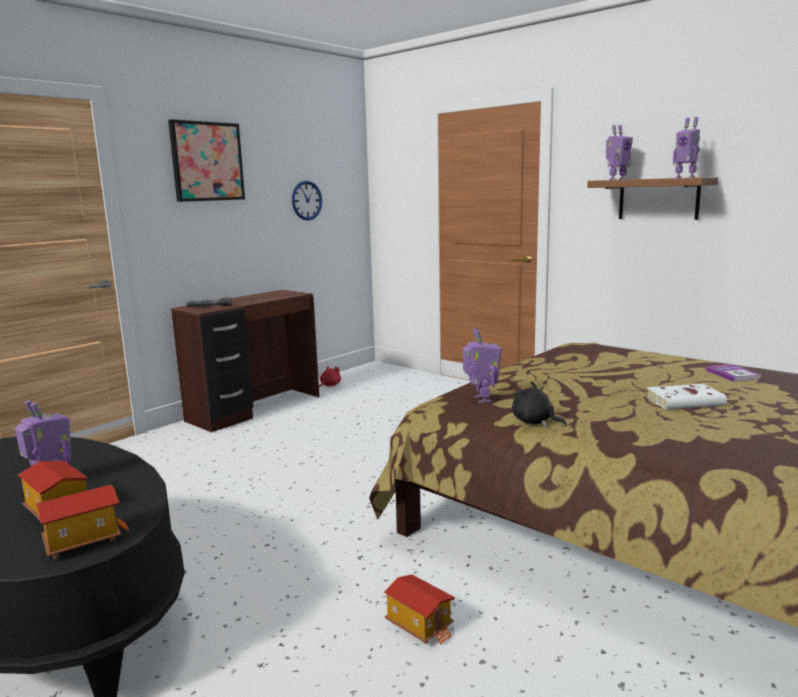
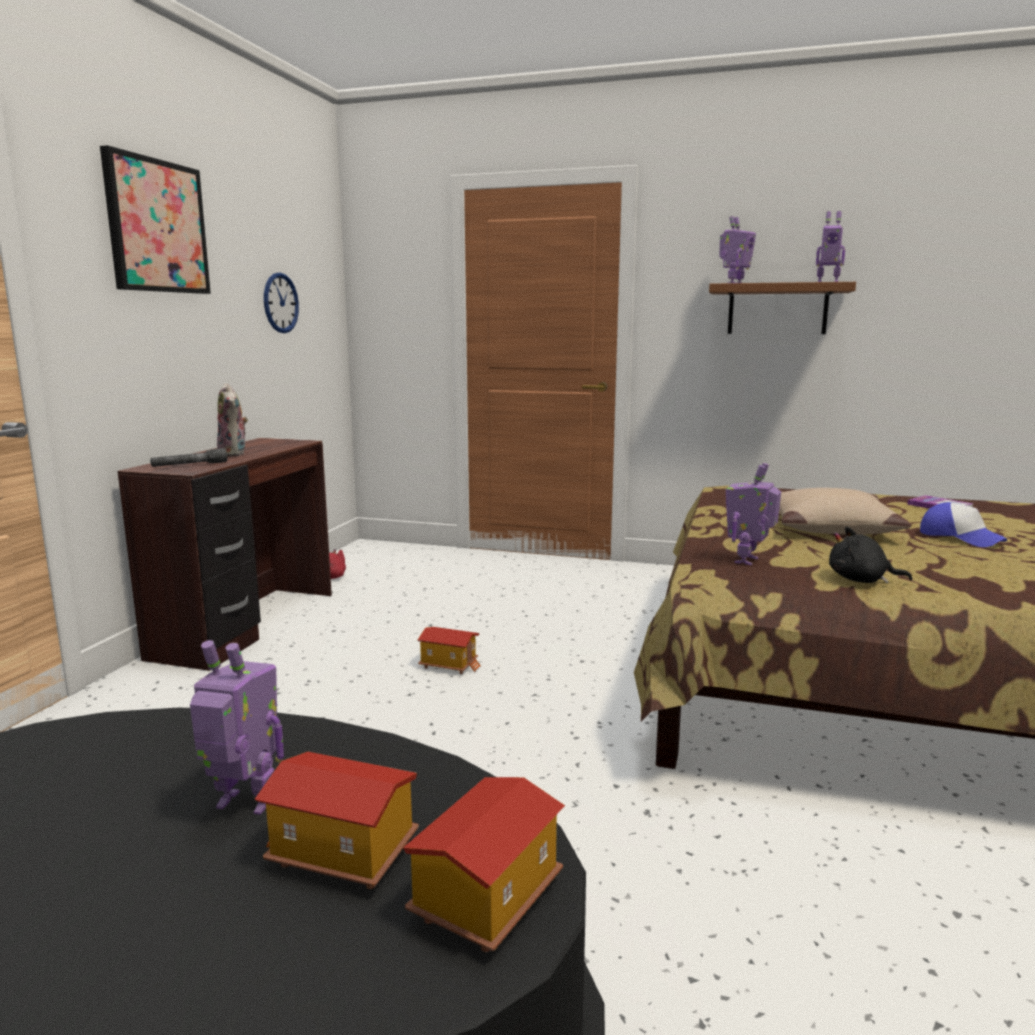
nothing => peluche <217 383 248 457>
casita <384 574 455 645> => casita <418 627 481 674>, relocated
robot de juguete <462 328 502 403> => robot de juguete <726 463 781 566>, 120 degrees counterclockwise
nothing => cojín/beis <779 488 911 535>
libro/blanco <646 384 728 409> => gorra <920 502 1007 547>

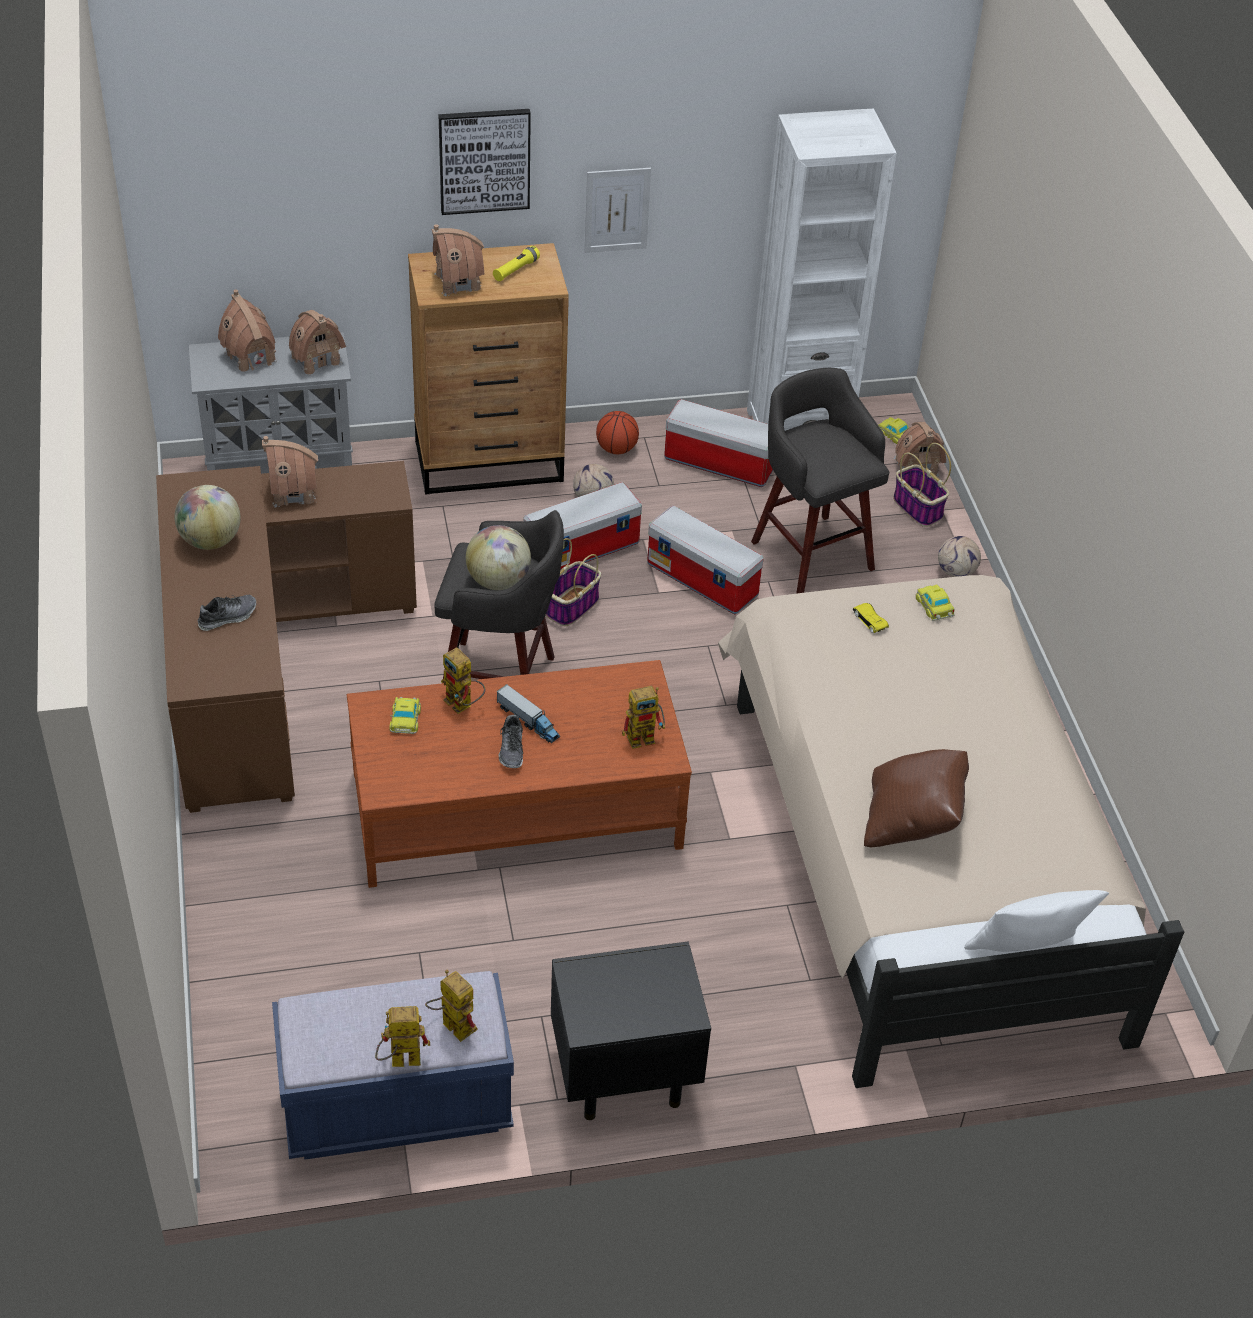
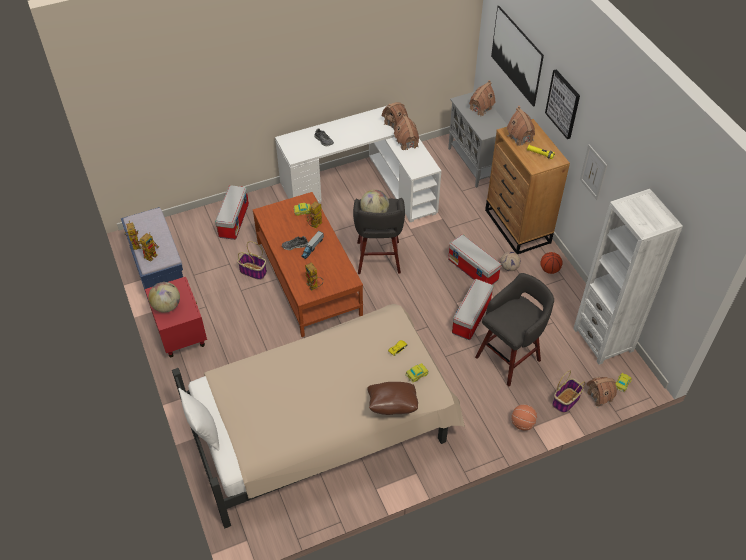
mesita de noche/negro <551 942 711 1120> => mesita de noche/rojo <145 277 207 357>
globo terráqueo <174 485 241 550> => globo terráqueo <148 282 180 313>, relocated
caja de almacenaje <664 399 773 487> => caja de almacenaje <215 185 249 240>, relocated
cesta <546 538 601 626> => cesta <237 241 267 280>, relocated
escritorio/marrón <156 461 417 813> => escritorio/blanco <275 106 441 222>
cojín/marrón <864 749 969 847> => cojín/marrón <367 382 418 415>, relocated
casita <289 310 346 376> => casita <382 102 408 131>, relocated
nothing => cuadro <491 6 544 107>
balón de fútbol <938 536 981 577> => balón de baloncesto <511 404 537 430>

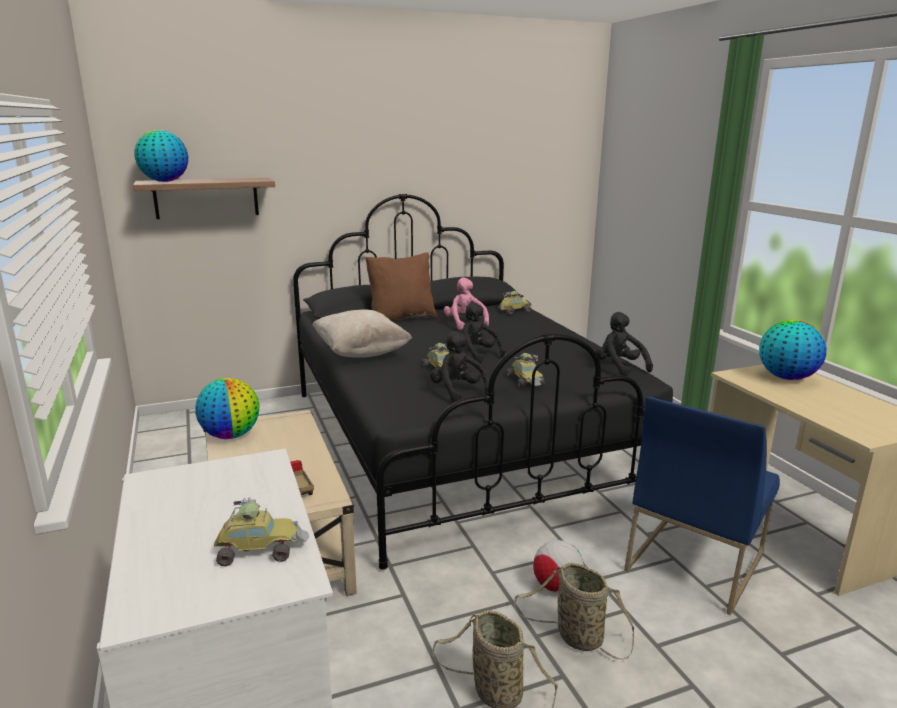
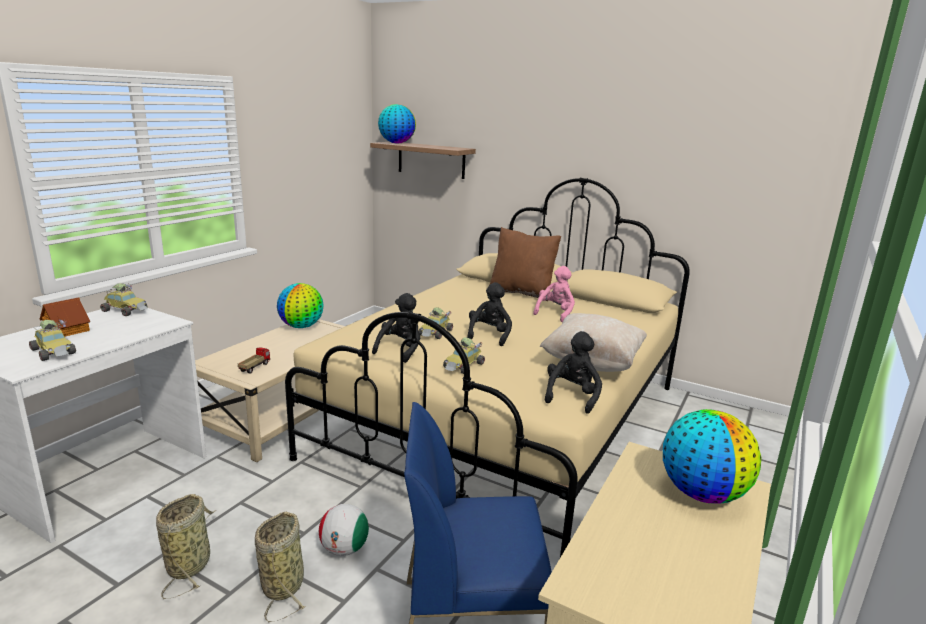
nothing => casita <40 297 90 337>
coche de juguete <498 291 532 315> => coche de juguete <100 283 148 316>, relocated
cama/negro <293 194 673 570> => cama/beis <285 177 690 557>
cojín/beis <312 309 412 358> => cojín/beis <539 313 647 372>, relocated

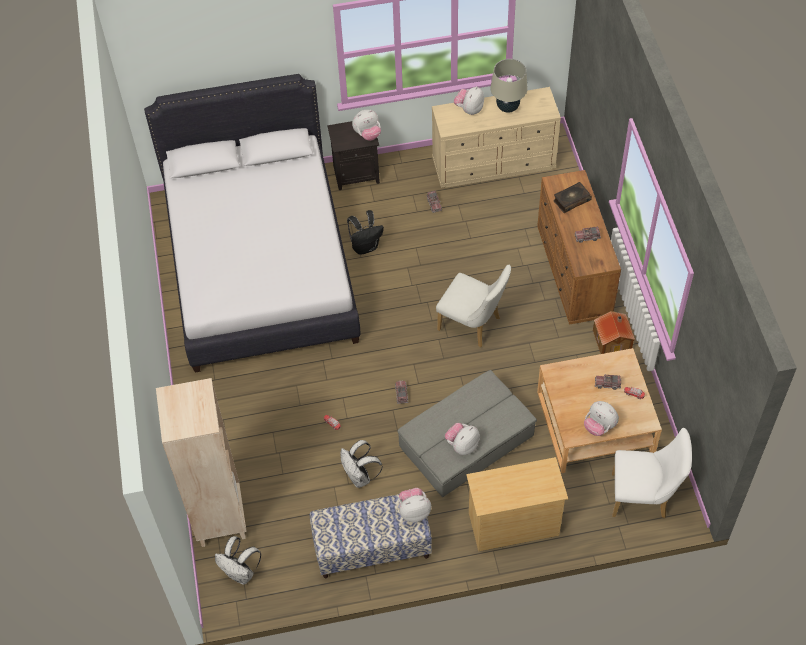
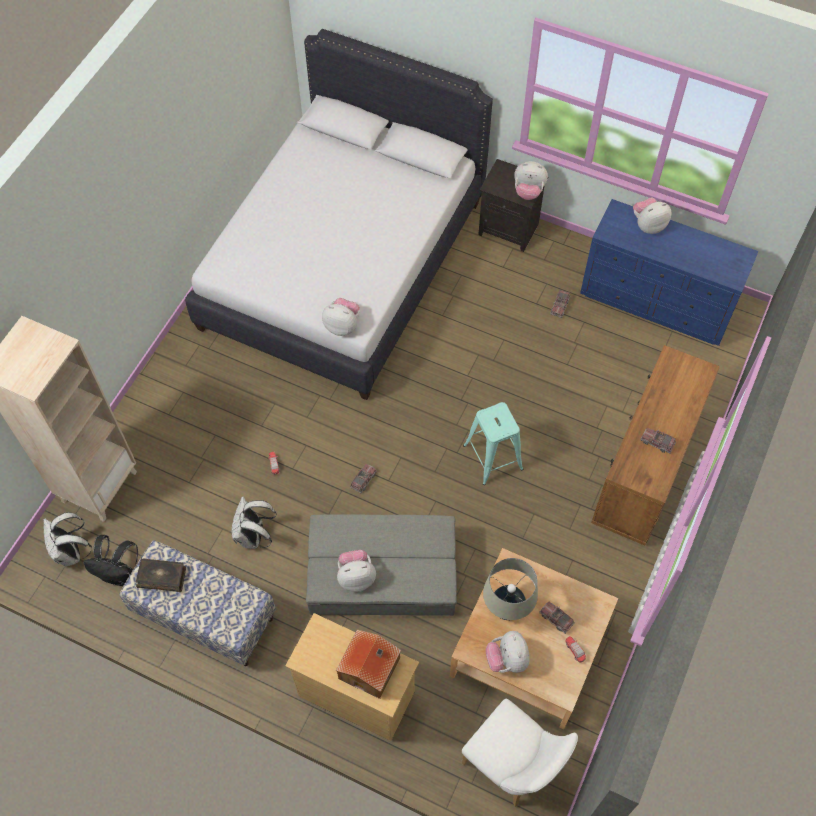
mochila/negro <347 210 384 255> => mochila/negro <83 535 138 586>, relocated
libro <553 182 592 213> => libro <136 559 186 592>, relocated
peluche <399 488 431 523> => peluche <322 298 360 336>, relocated
casita <593 311 635 354> => casita <336 630 401 699>, relocated
silla/blanco <436 265 511 348> => taburete/turquesa <463 402 523 485>
lámpara de mesa/beis <490 59 528 113> => lámpara de mesa/beis <483 558 538 620>, relocated
cómoda/beis <432 87 561 188> => cómoda/azul <580 199 759 346>

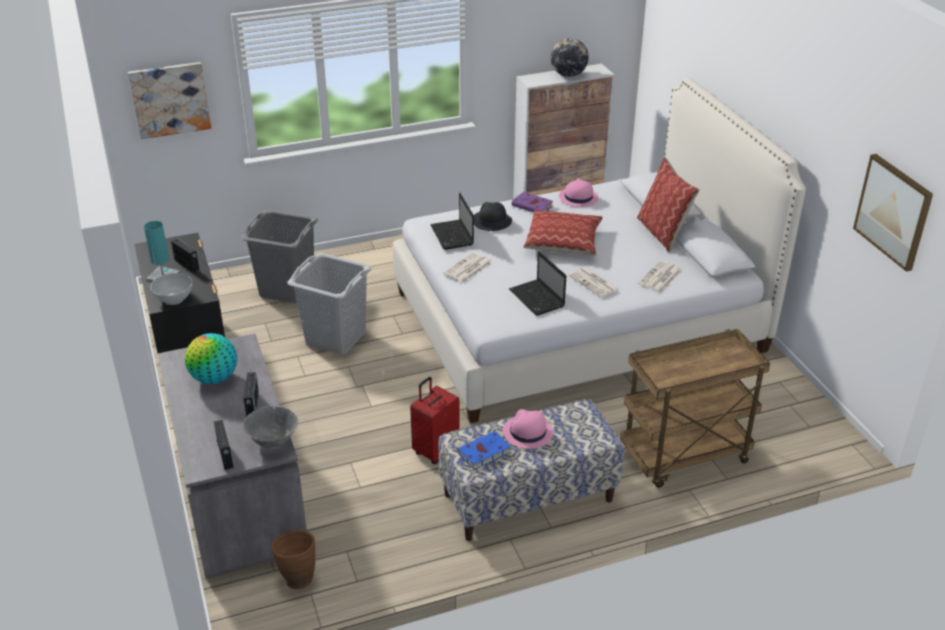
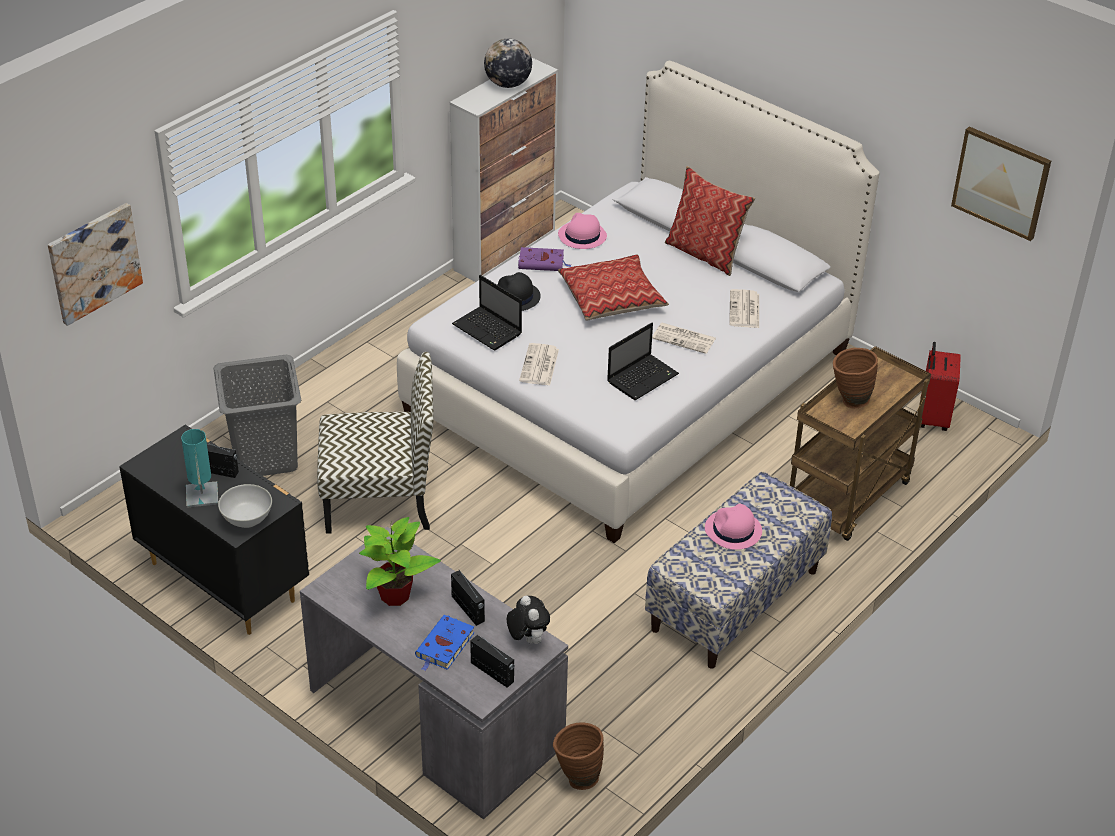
cesto de la ropa/gris <287 253 372 355> => silla <317 352 434 534>
globo terráqueo <185 333 237 384> => planta en maceta <359 517 441 606>
libro/azul <455 431 511 470> => libro/azul <415 615 475 671>, relocated
cuenco/gris <243 406 298 448> => peluche <507 596 550 644>
portátil <509 251 566 316> => portátil <607 323 679 400>, 75 degrees counterclockwise
nothing => florero/marrón <833 348 878 408>
maleta/rojo <410 377 460 464> => maleta/rojo <921 342 961 431>, relocated

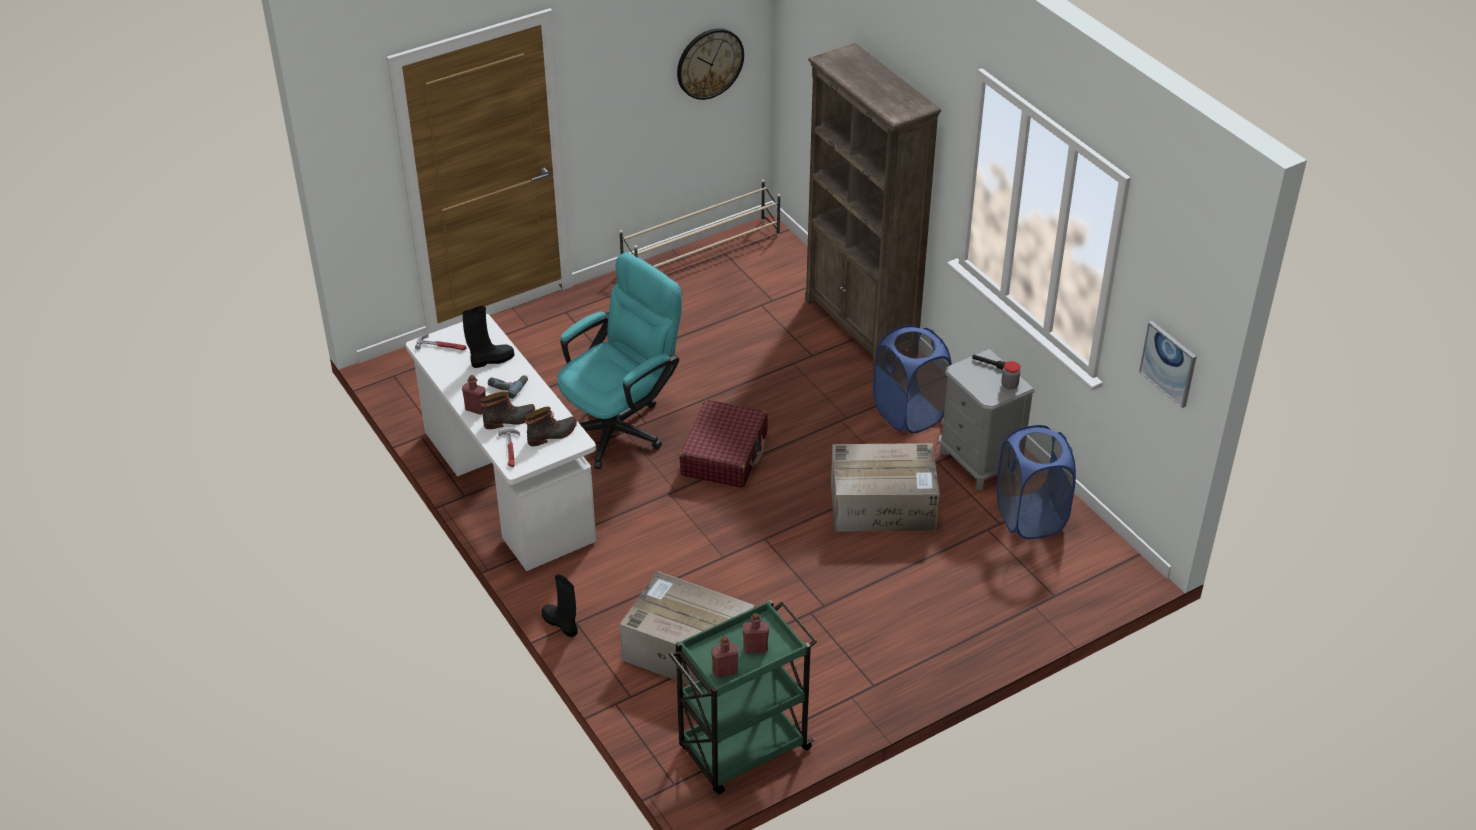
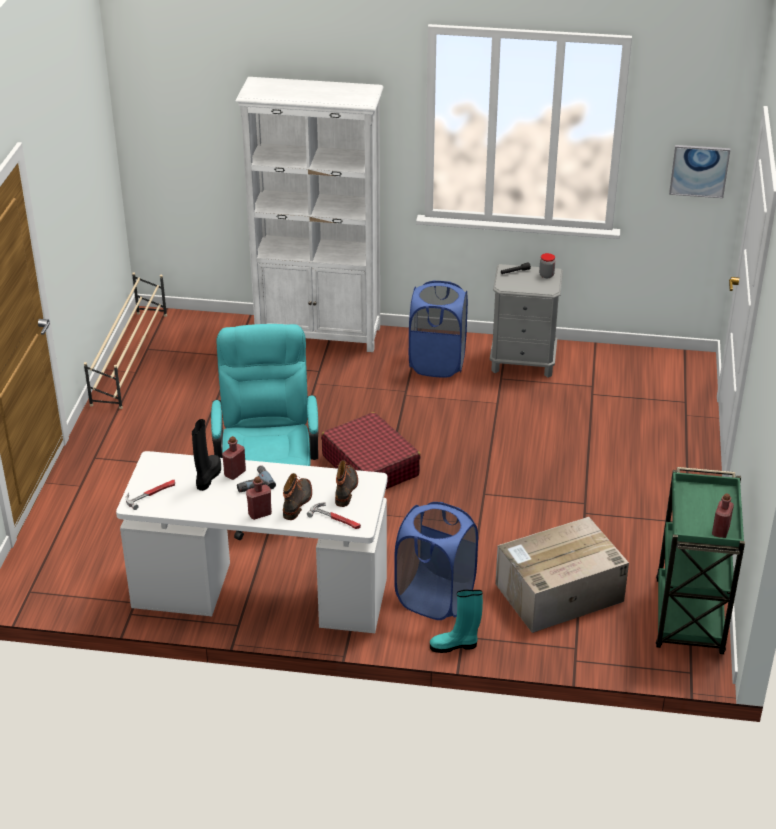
botella/rojo <742 613 769 654> => botella/rojo <222 436 246 480>, relocated
estantería/marrón <805 43 941 366> => estantería/blanco <235 77 384 352>
cesto de la ropa/azul <997 425 1076 539> => cesto de la ropa/azul <394 502 478 620>, relocated
bota/negro <541 575 577 637> => bota/turquesa <430 590 483 653>
reloj de pared <677 28 744 100> => nothing
caja de cartón <831 443 940 532> => nothing

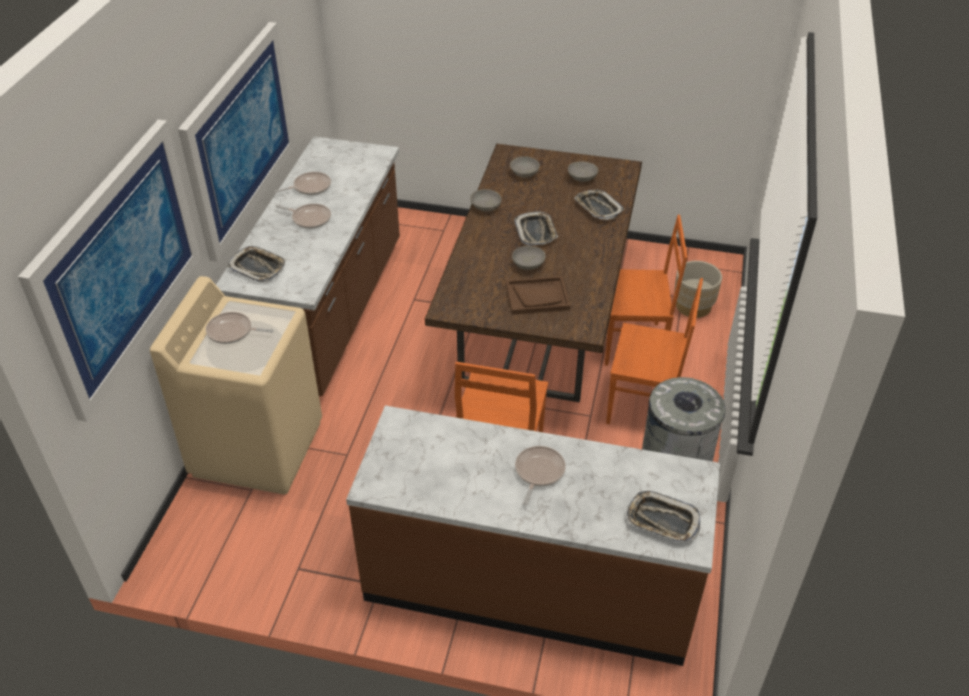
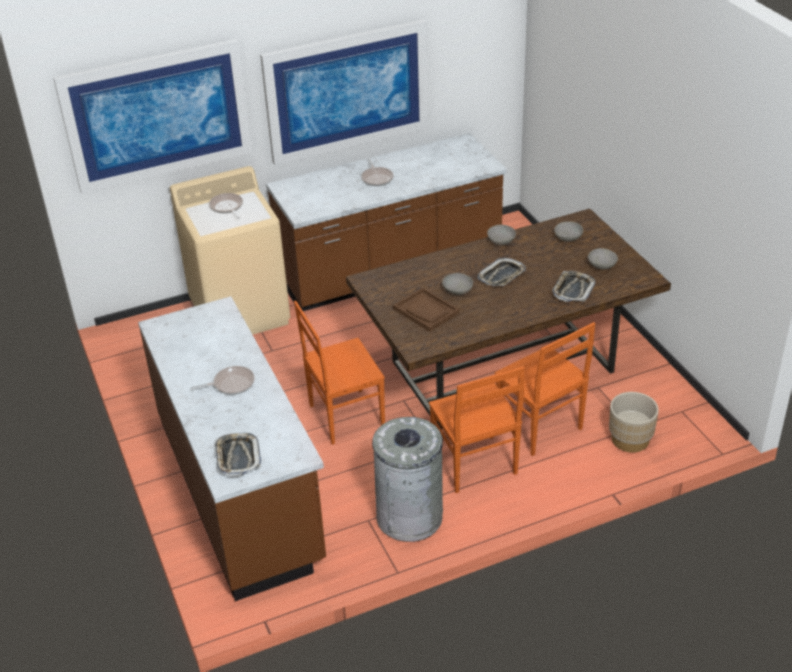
bandeja <228 246 286 282> => nothing
sartén <275 172 331 195> => nothing

